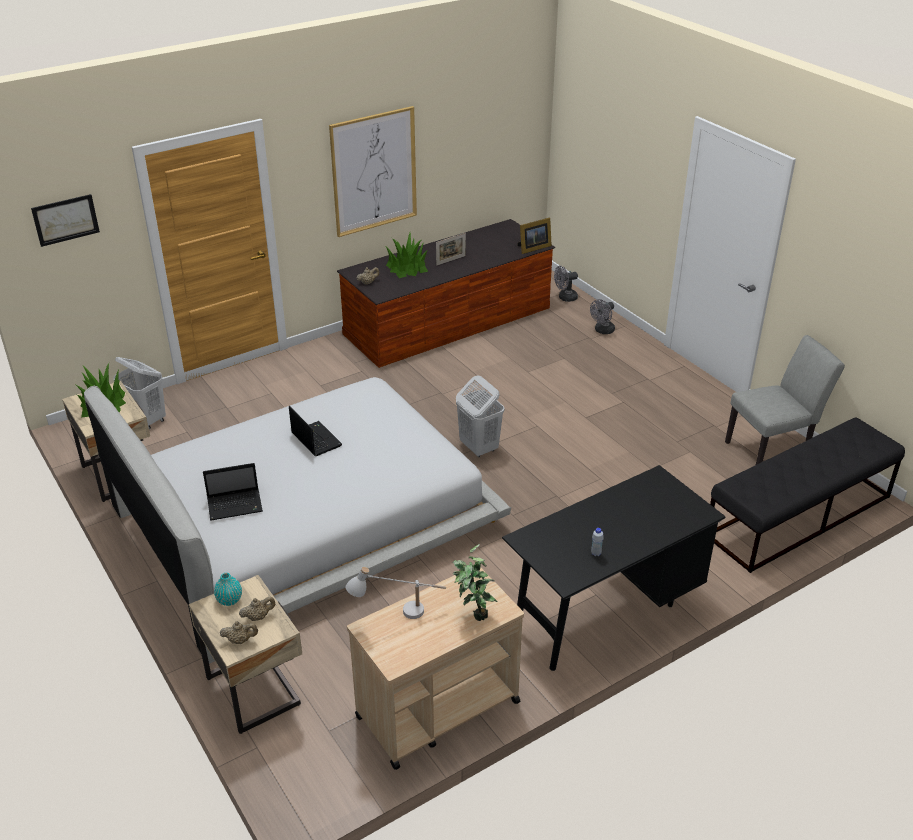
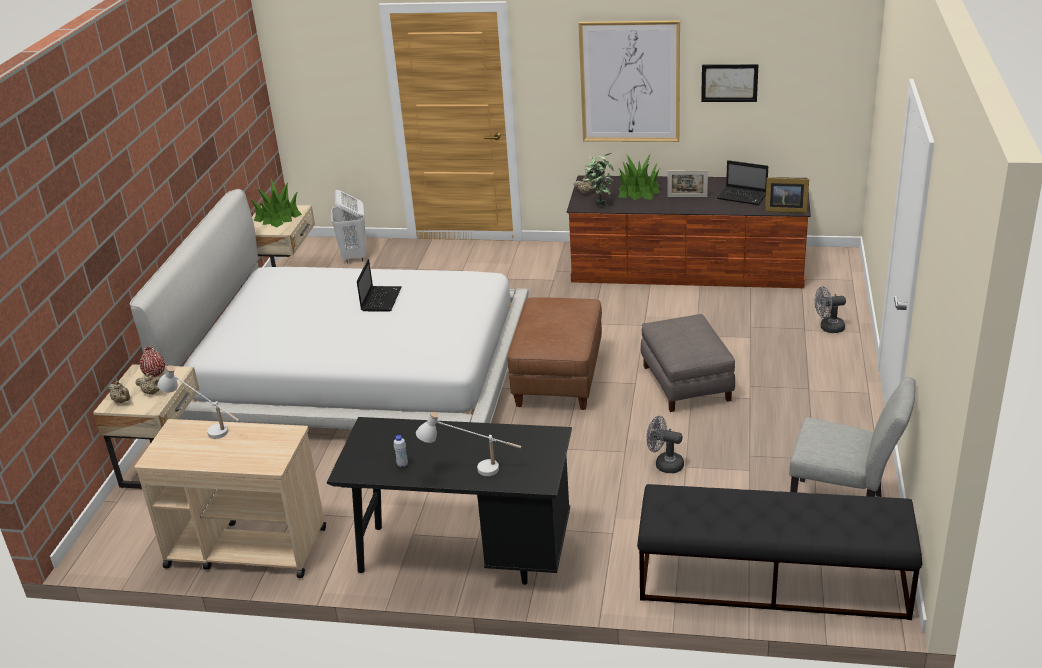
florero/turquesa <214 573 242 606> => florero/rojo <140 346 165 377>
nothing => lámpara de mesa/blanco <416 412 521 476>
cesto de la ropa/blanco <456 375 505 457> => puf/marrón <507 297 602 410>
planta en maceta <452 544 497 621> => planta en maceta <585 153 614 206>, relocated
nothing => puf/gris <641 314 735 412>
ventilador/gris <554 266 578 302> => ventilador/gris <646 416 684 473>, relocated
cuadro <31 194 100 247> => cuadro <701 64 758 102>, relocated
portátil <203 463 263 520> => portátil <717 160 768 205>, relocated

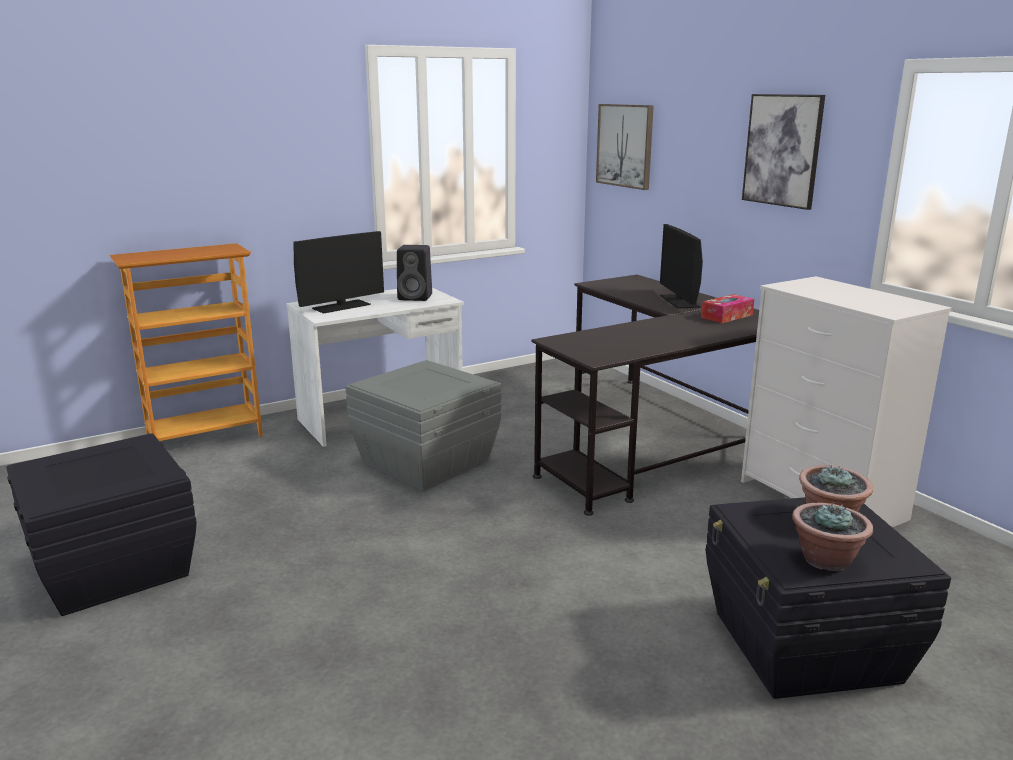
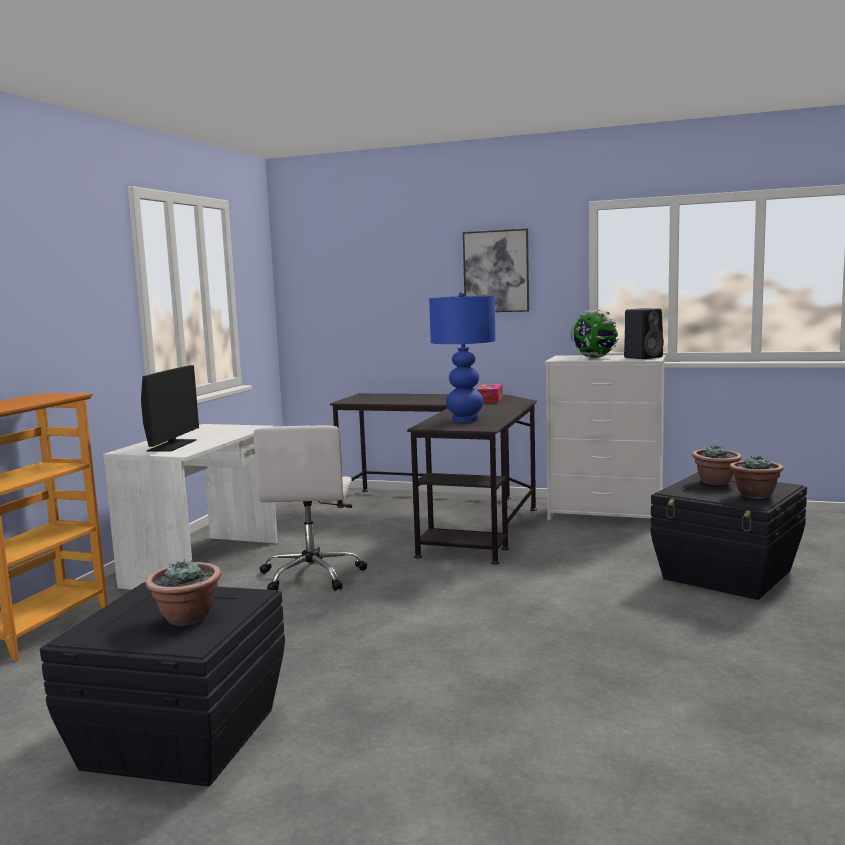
nothing => planta en maceta <146 559 221 626>
caja de almacenaje/gris <345 360 501 491> => silla de oficina/blanco <253 425 367 591>
nothing => lámpara de mesa/azul <429 292 496 422>
nothing => globo terráqueo <571 310 619 358>
altavoz/negro <397 245 432 301> => altavoz/negro <624 308 664 359>, relocated
cuadro <596 104 654 190> => nothing
monitor <660 224 703 309> => nothing

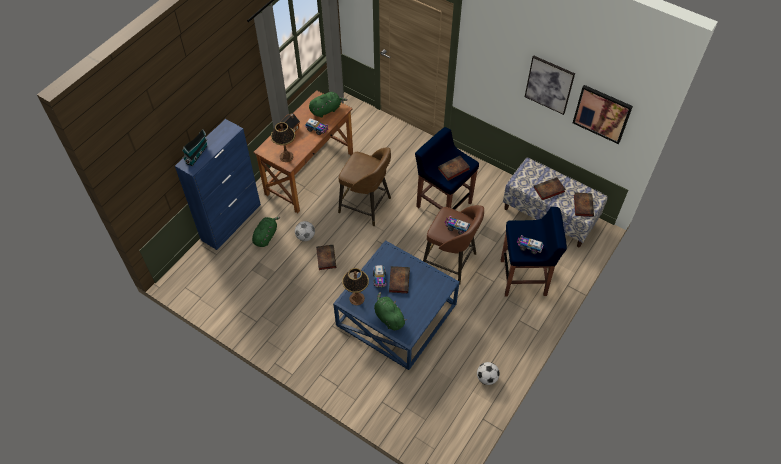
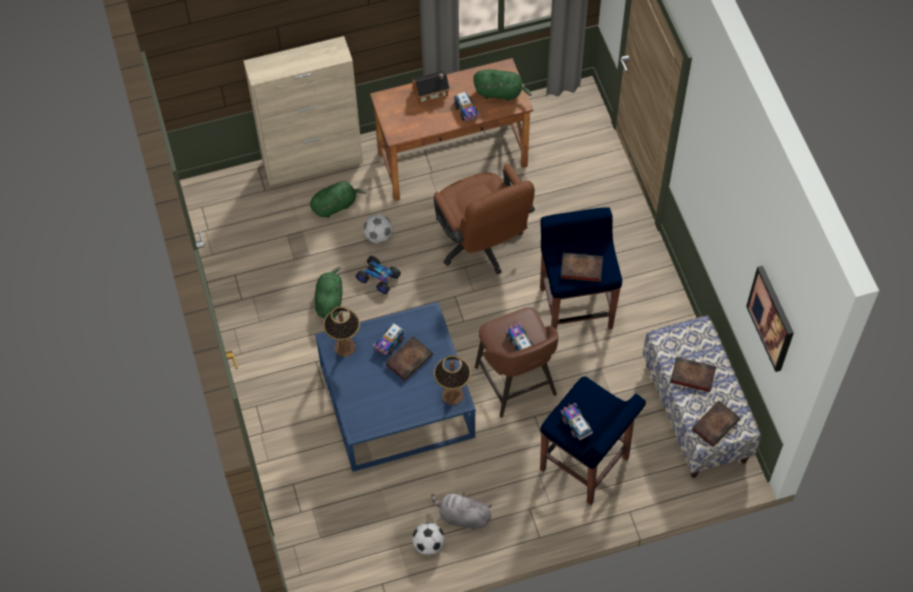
armario/azul <175 119 261 250> => armario/beis <244 36 363 186>
peluche/verde <374 292 407 331> => peluche/verde <315 267 342 318>, relocated
libro <316 245 336 270> => coche de juguete <356 256 401 294>
nothing => peluche/gris <431 492 492 530>
taburete/marrón <338 147 391 226> => silla de oficina/marrón <433 163 535 274>
lámpara de mesa <271 122 295 162> => lámpara de mesa <434 355 471 405>, relocated
casita <182 129 208 166> => nothing
cuadro <525 56 575 115> => nothing

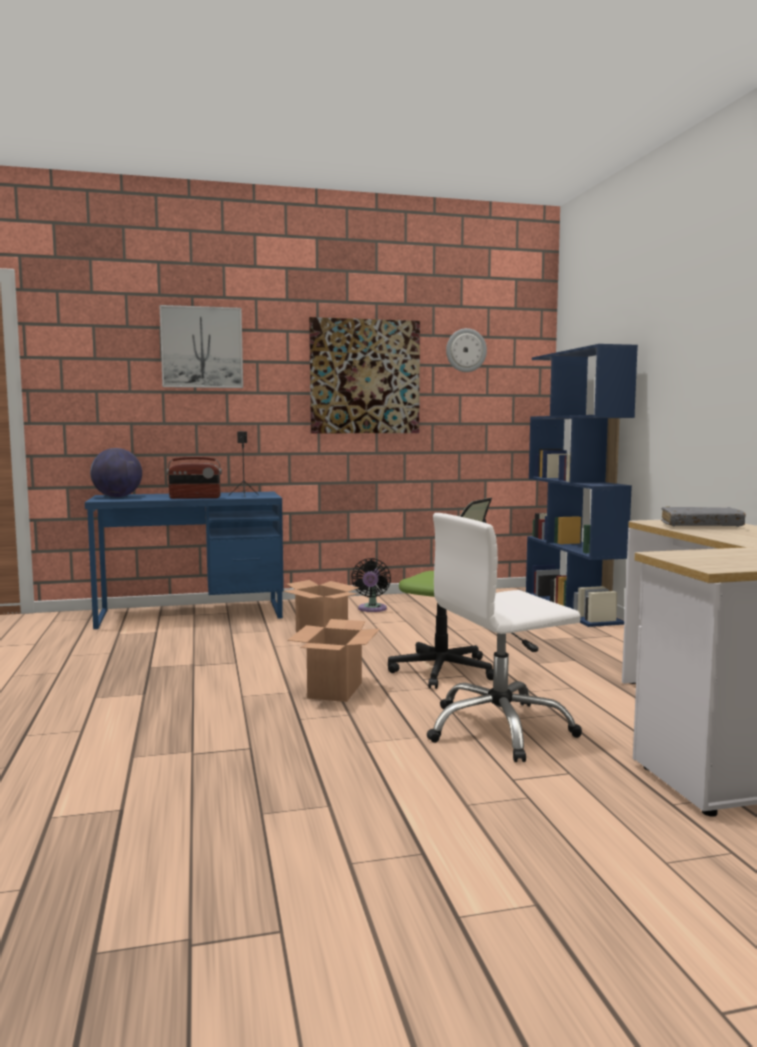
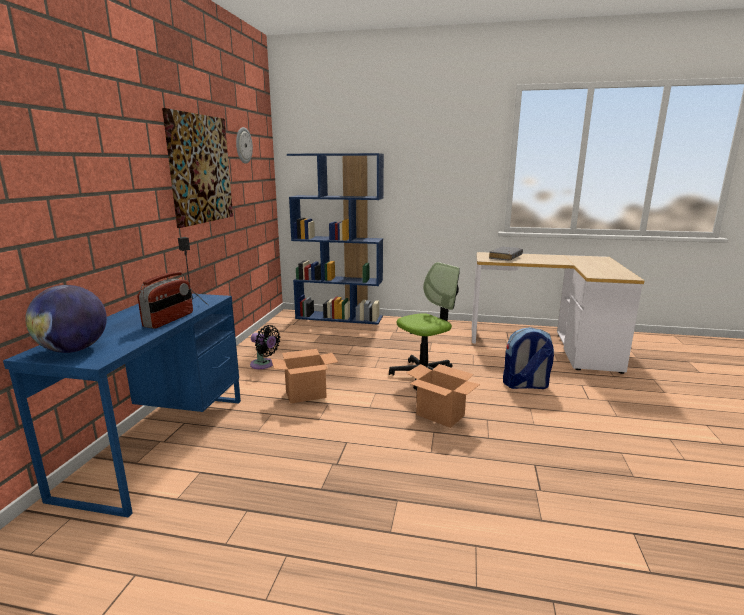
silla de oficina/blanco <427 513 582 762> => mochila <503 327 554 389>
cuadro <159 305 243 388> => nothing

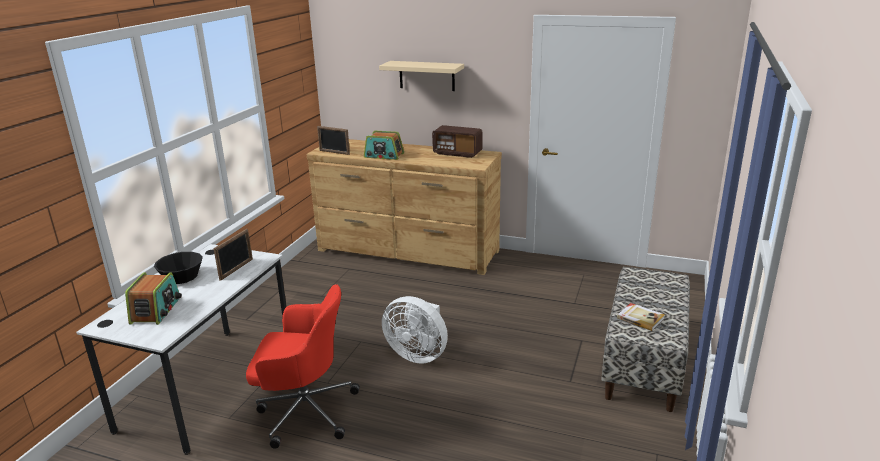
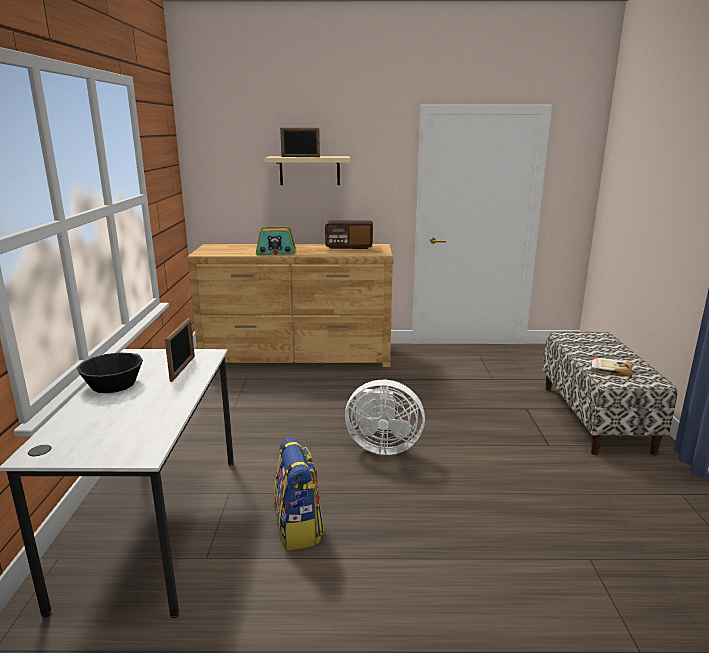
silla de oficina/rojo <246 284 360 449> => mochila <274 438 324 550>
portarretratos <317 126 350 155> => portarretratos <280 128 320 157>, relocated
radio <125 272 182 325> => nothing

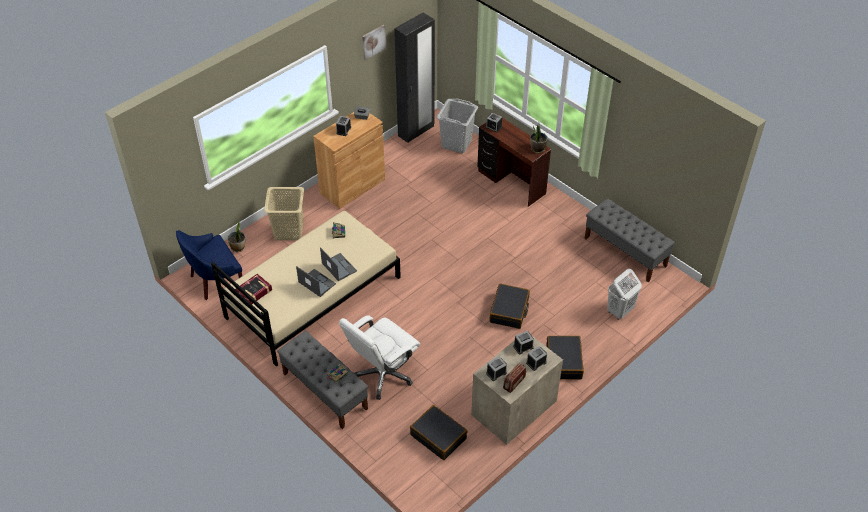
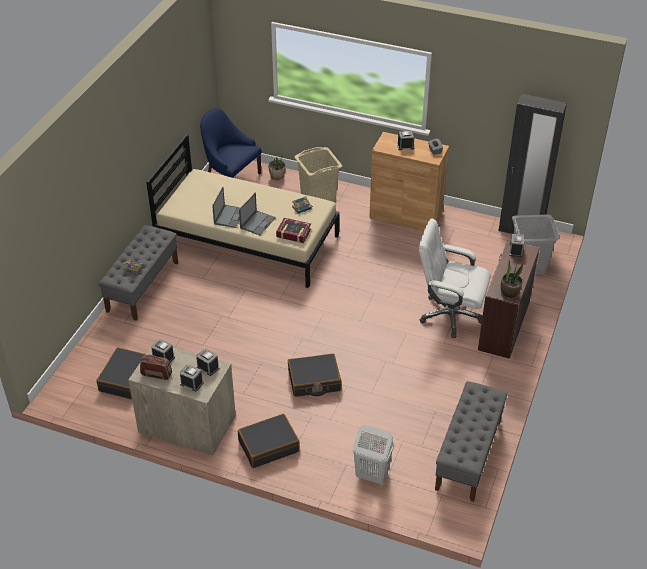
libro <235 274 272 304> => libro <276 218 311 243>, relocated
silla de oficina/blanco <339 315 420 400> => silla de oficina/blanco <419 218 491 338>, relocated
cuadro <362 25 386 60> => nothing

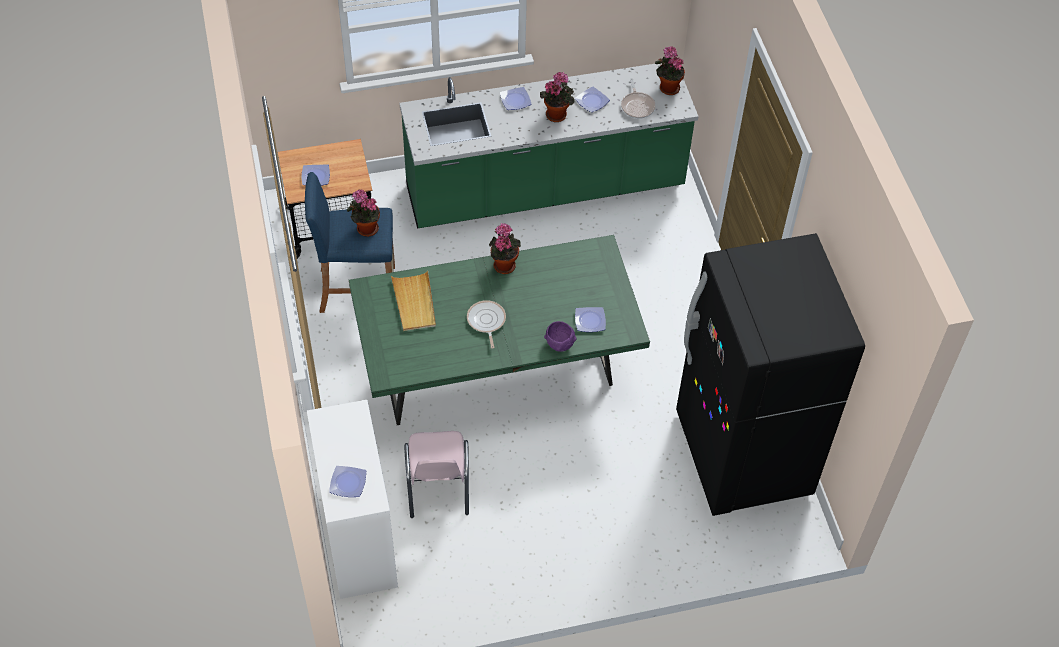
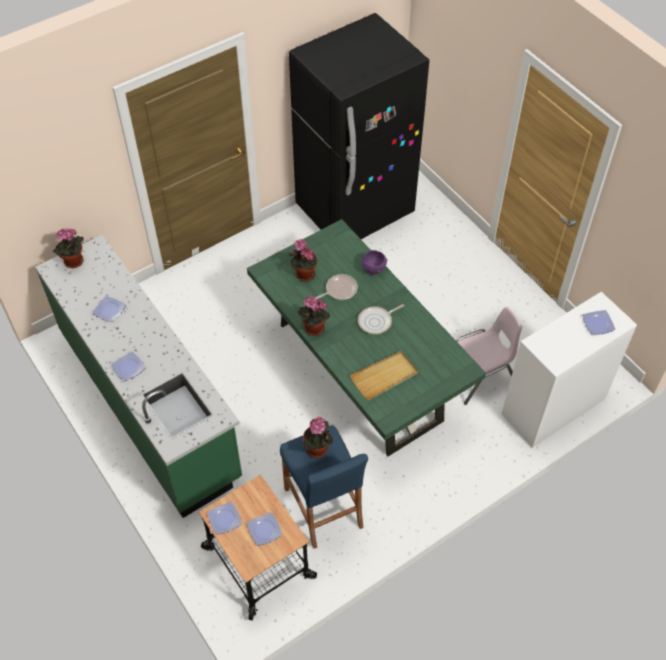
plato <575 307 606 332> => plato <207 502 242 535>, relocated
planta en maceta <540 71 575 122> => planta en maceta <288 239 317 281>, relocated
sartén <621 78 655 119> => sartén <315 274 358 300>, relocated

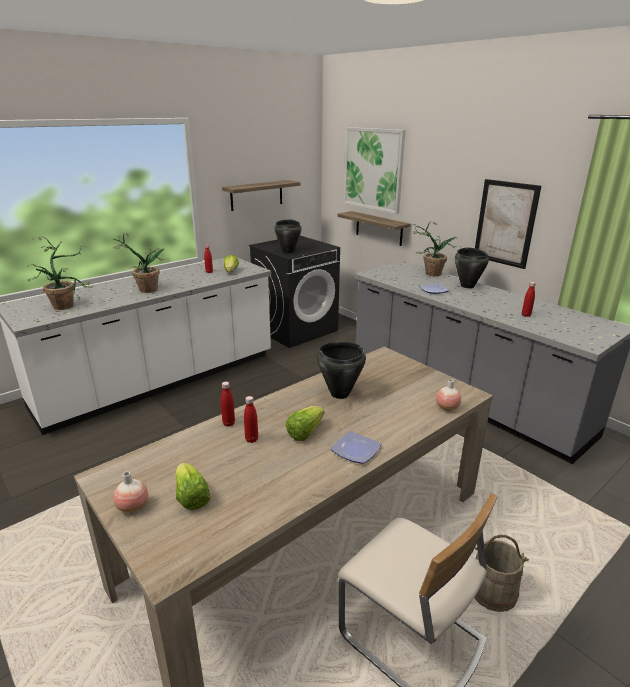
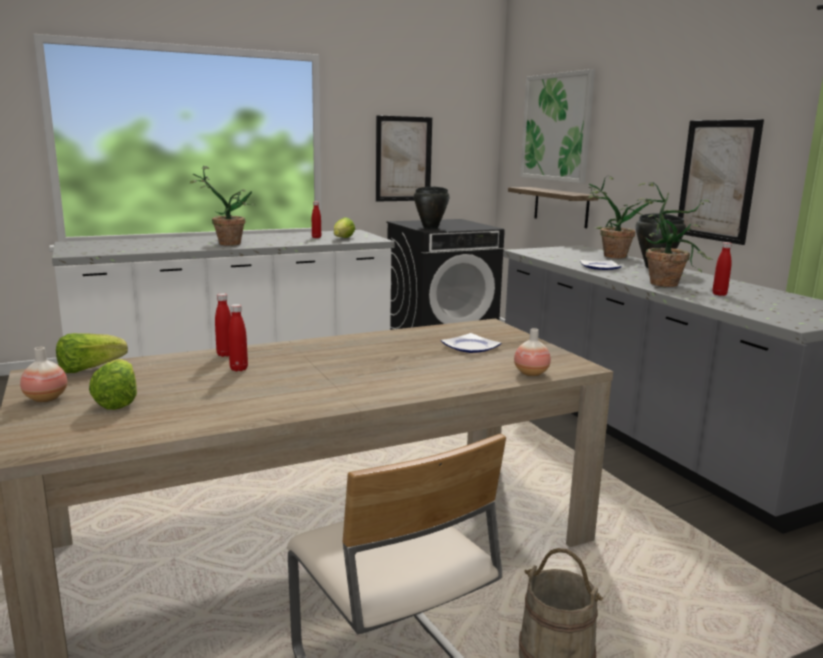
lechuga <286 406 325 441> => lechuga <56 333 128 373>, relocated
estante <222 180 300 211> => cuadro <376 115 432 202>
plato <331 431 382 464> => plato <441 333 501 353>, relocated
planta en maceta <27 237 93 310> => planta en maceta <637 182 713 287>, relocated
olla/negro <317 342 366 399> => nothing

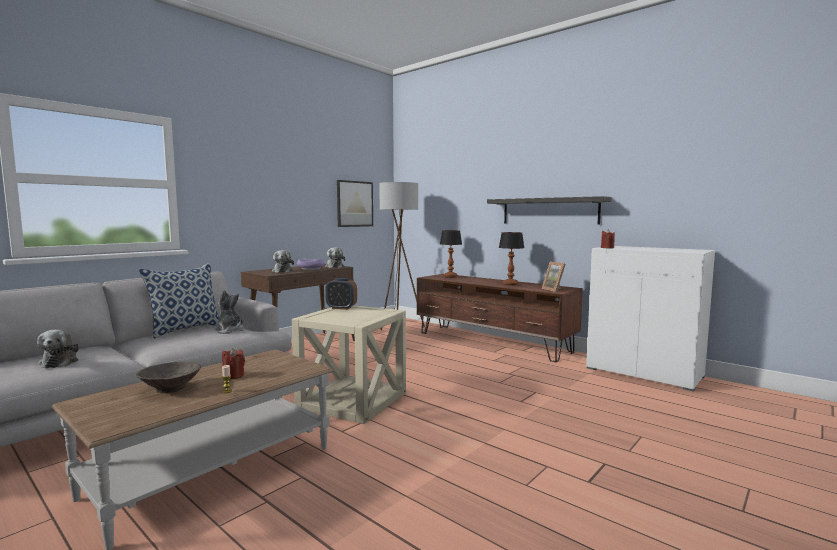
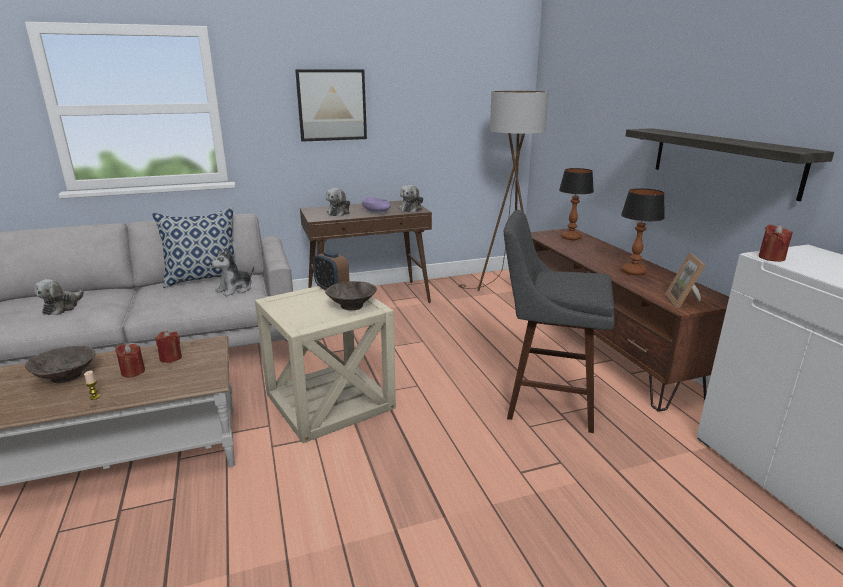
nothing => vela/rojo <155 331 182 363>
peluche <215 290 245 334> => peluche <211 247 254 296>, 120 degrees counterclockwise
cuadro <337 180 373 227> => cuadro <295 69 367 142>, relocated
nothing => cuenco/marrón <325 281 377 310>
nothing => taburete/gris <504 210 615 433>

